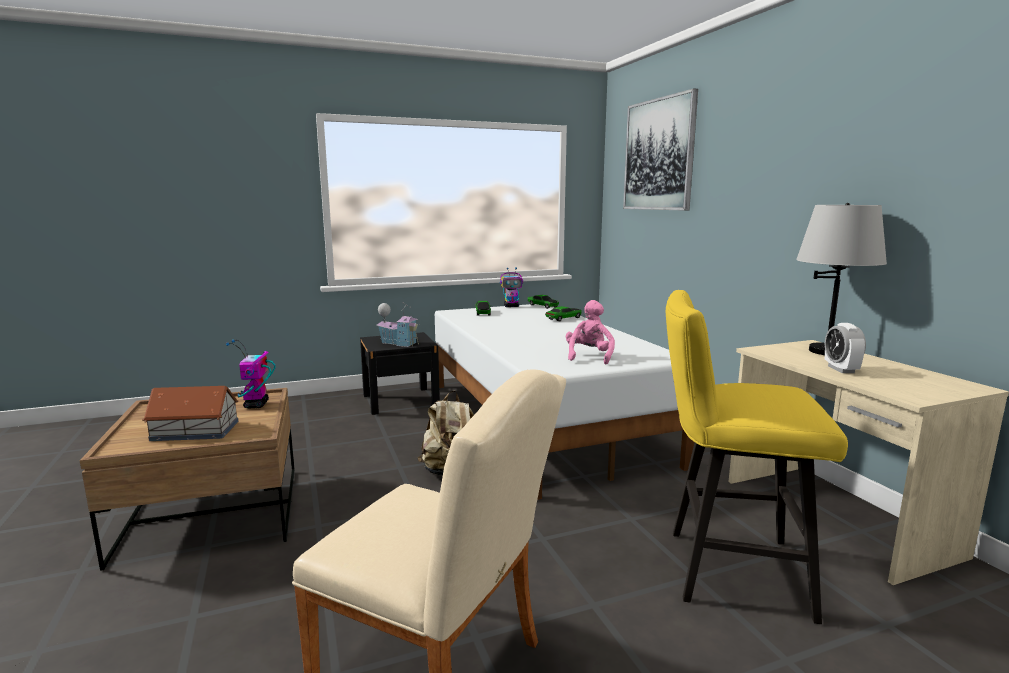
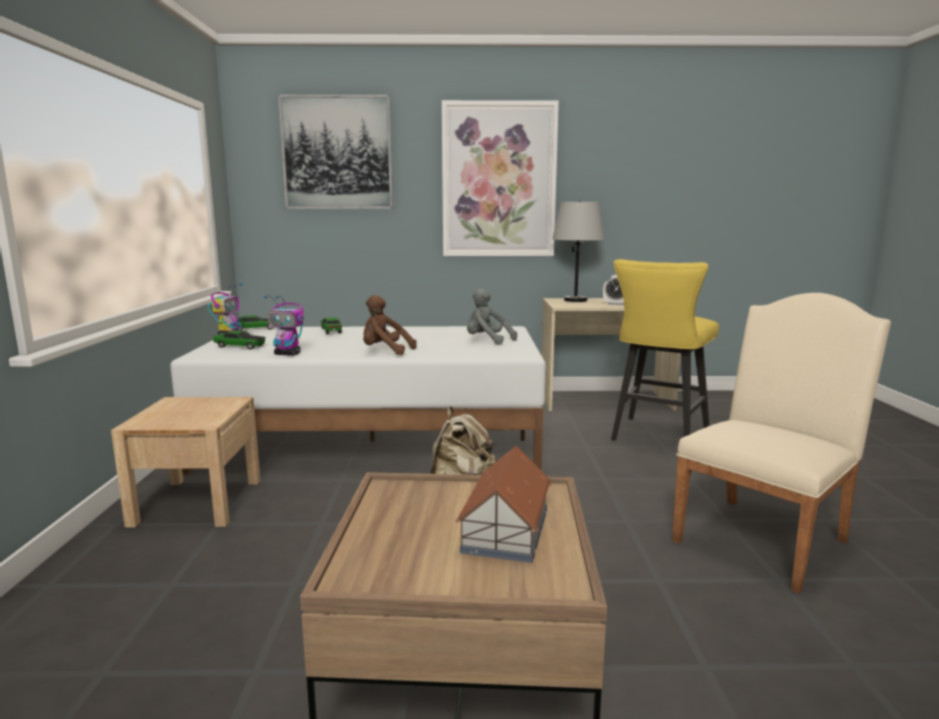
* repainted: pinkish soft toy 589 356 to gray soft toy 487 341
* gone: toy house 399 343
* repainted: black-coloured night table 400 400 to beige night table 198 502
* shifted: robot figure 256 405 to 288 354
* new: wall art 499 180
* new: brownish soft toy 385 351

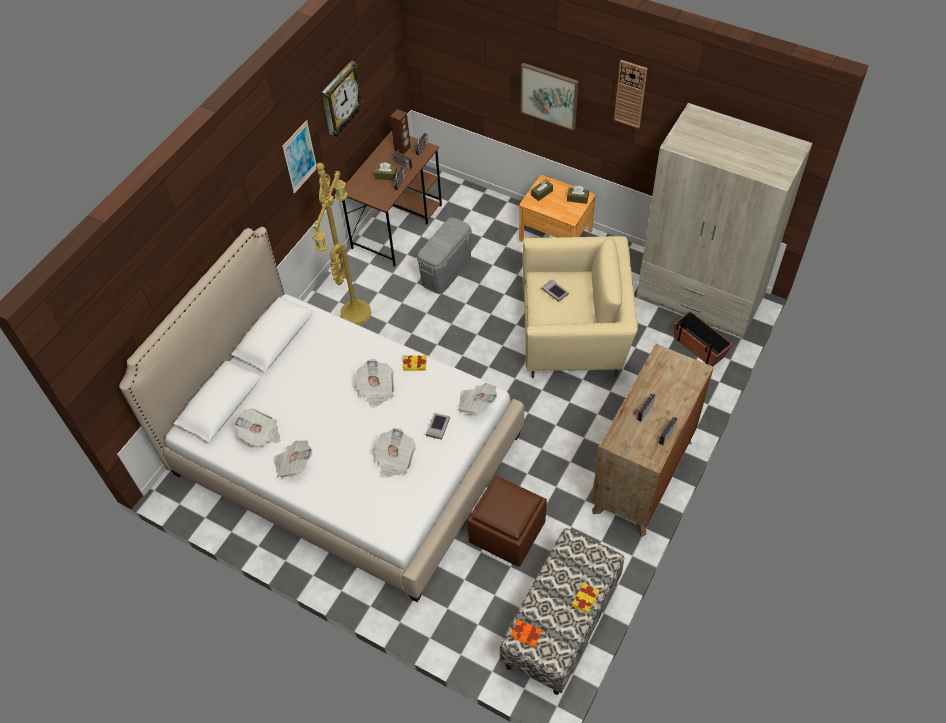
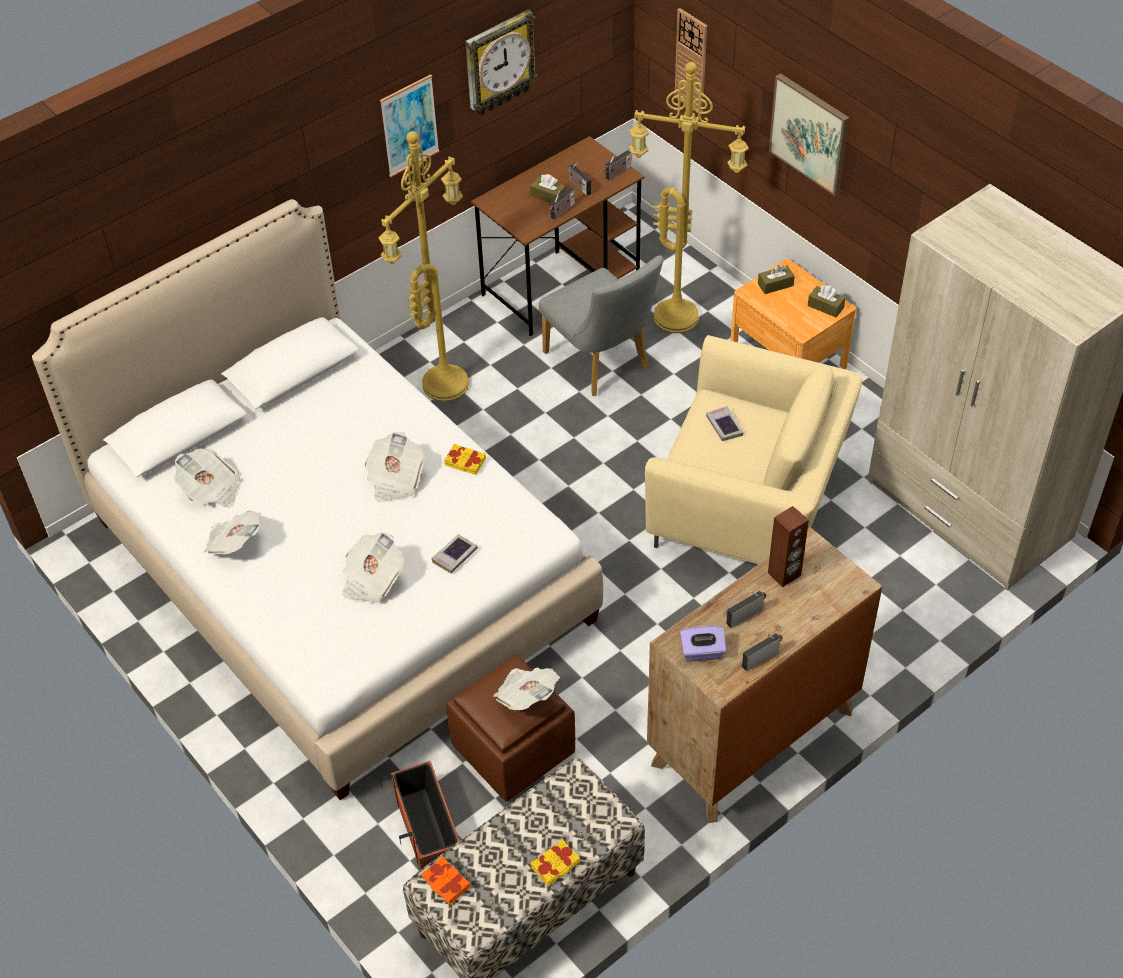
* shifted: clock on the wall 630 94 to 691 61
* shifted: brownish loudspeaker 402 148 to 784 574
* swapped: gray storage container 446 271 to gray chair 601 364
* shifted: flower pot 699 346 to 426 828
* shifted: daily paper 476 404 to 526 696
* new: yellow-coloured standard lamp 678 315
* new: purplish tissue holder 702 652

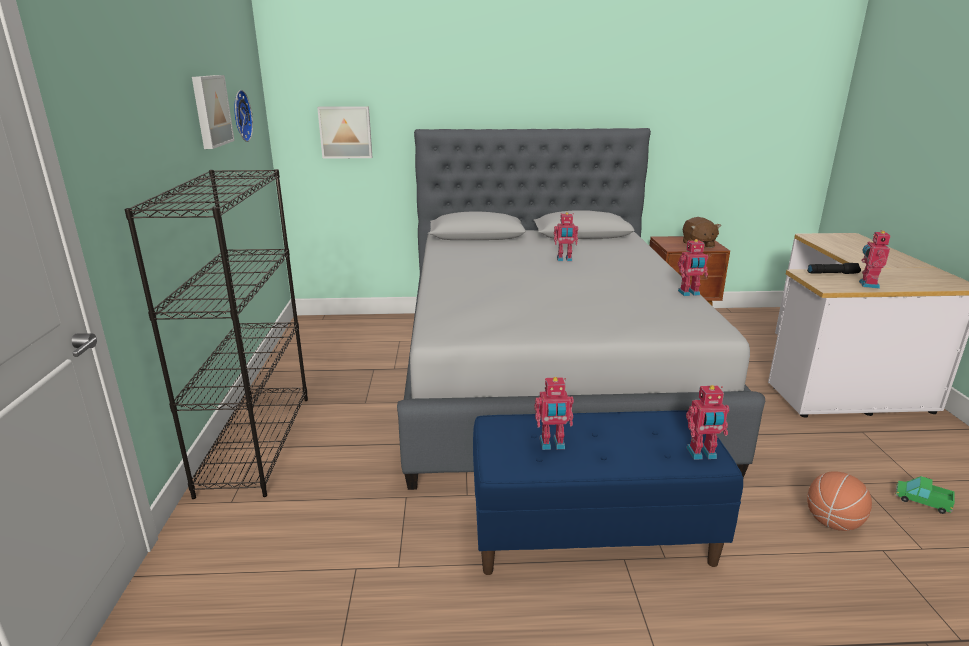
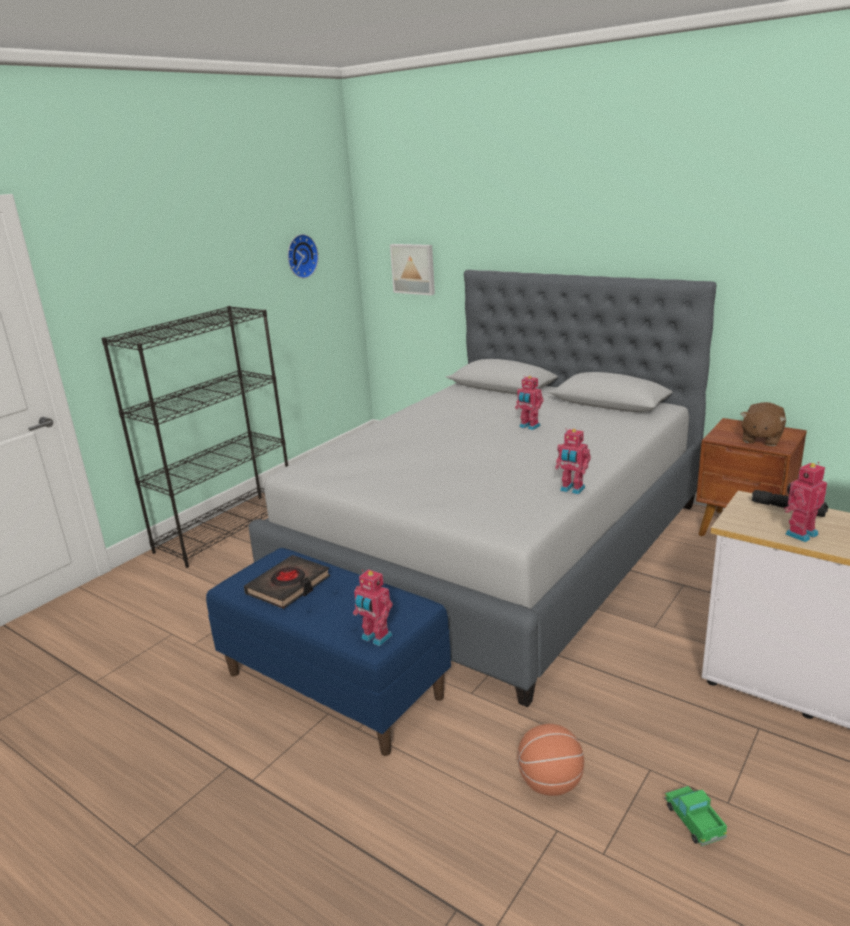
* gone: wall art 210 111
* swapped: robot figure 552 444 to black-coloured bound book 288 586

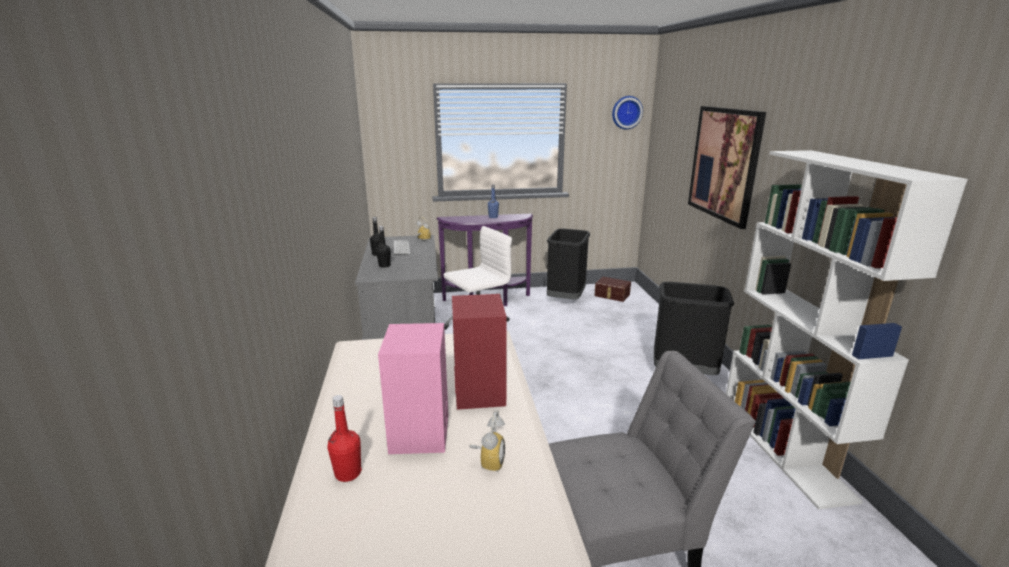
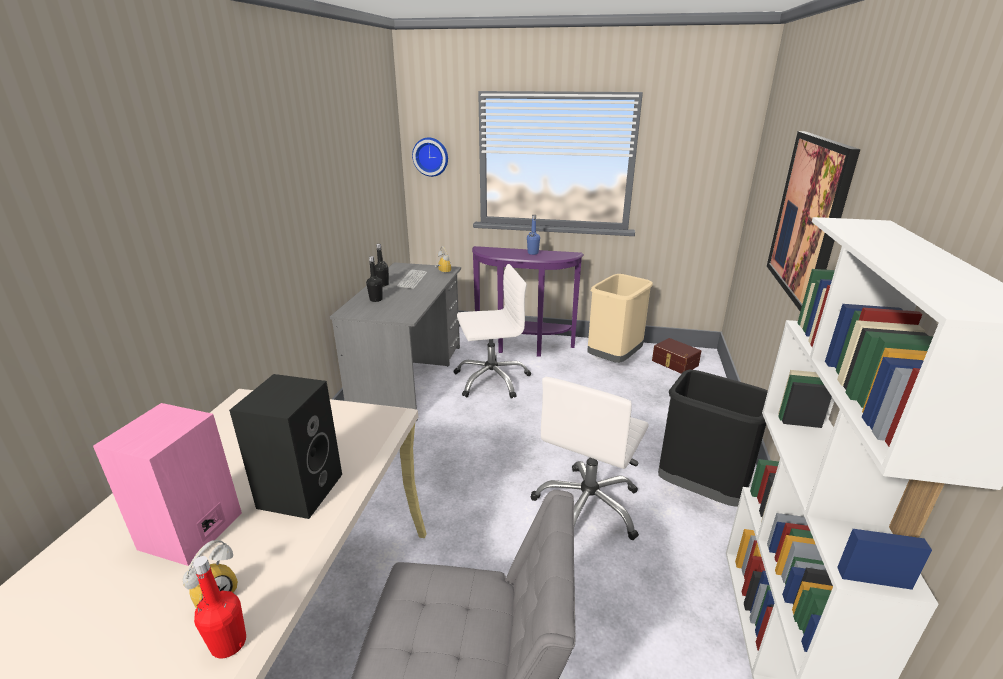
* shifted: clock on the wall 626 112 to 431 156
* repainted: black-coloured waste bin 566 299 to beige waste bin 614 359
* repainted: reddish loudspeaker 478 391 to black-coloured loudspeaker 300 489
* shifted: reddish beverage bottle 348 473 to 229 643
* new: white-coloured desk chair 588 507

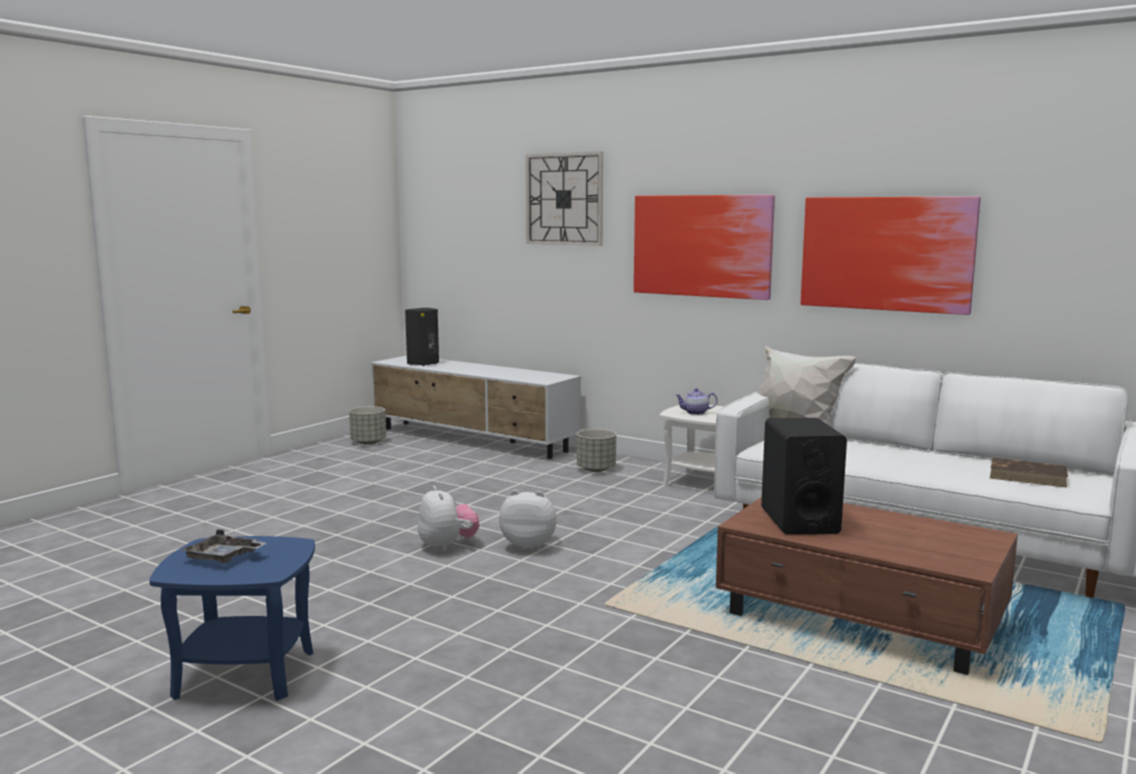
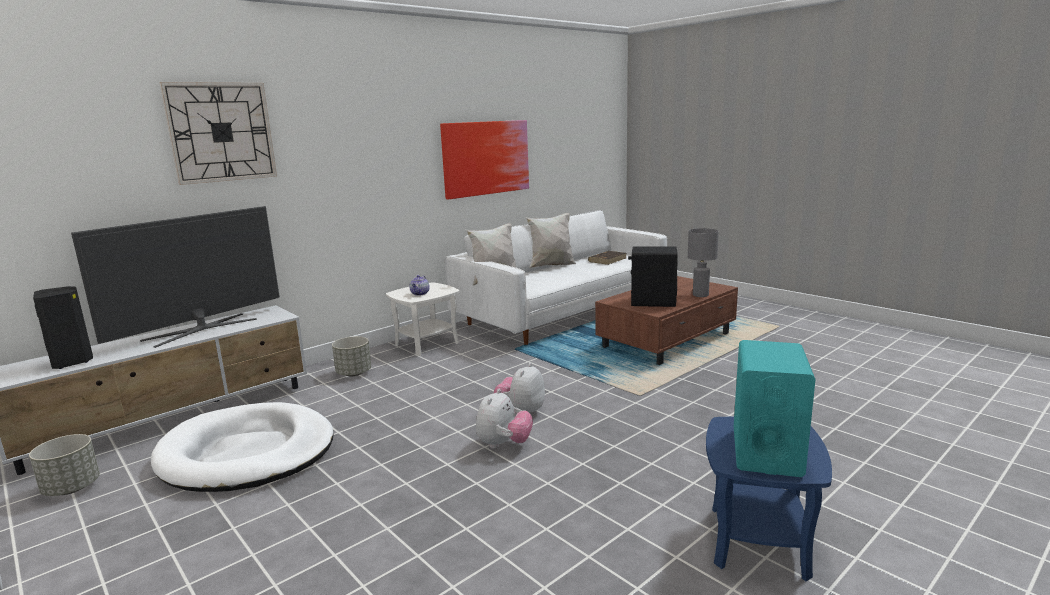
* gone: wall art 702 246
* rotated: soft toy 447 546 = 504 444 120 degrees clockwise
* swapped: gray serving tray 224 557 to turquoise loudspeaker 766 451
* new: television 201 329
* new: white-coloured throw pillow 551 266
* new: gray tabletop lamp 701 295
* new: white-coloured pet bed 247 453

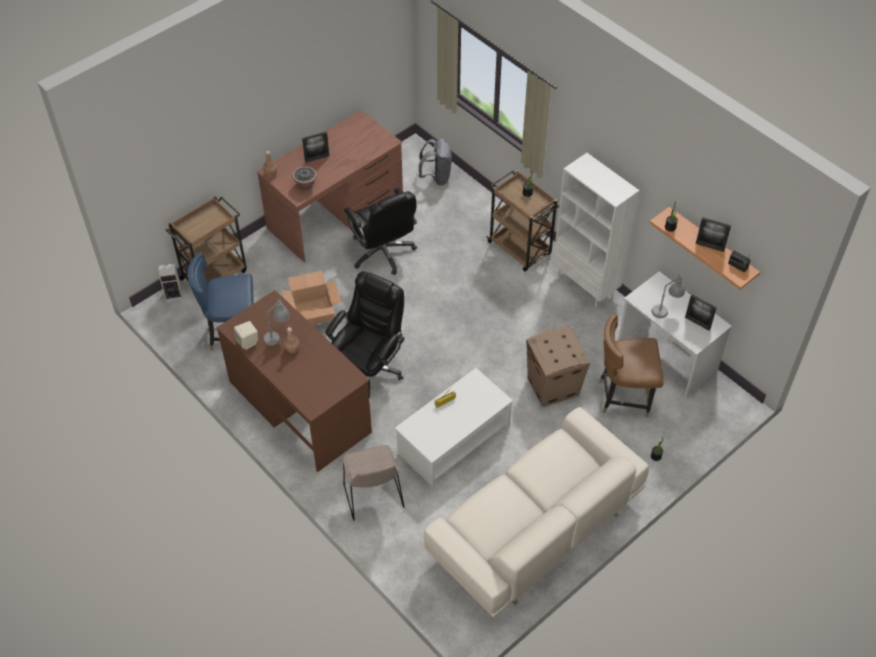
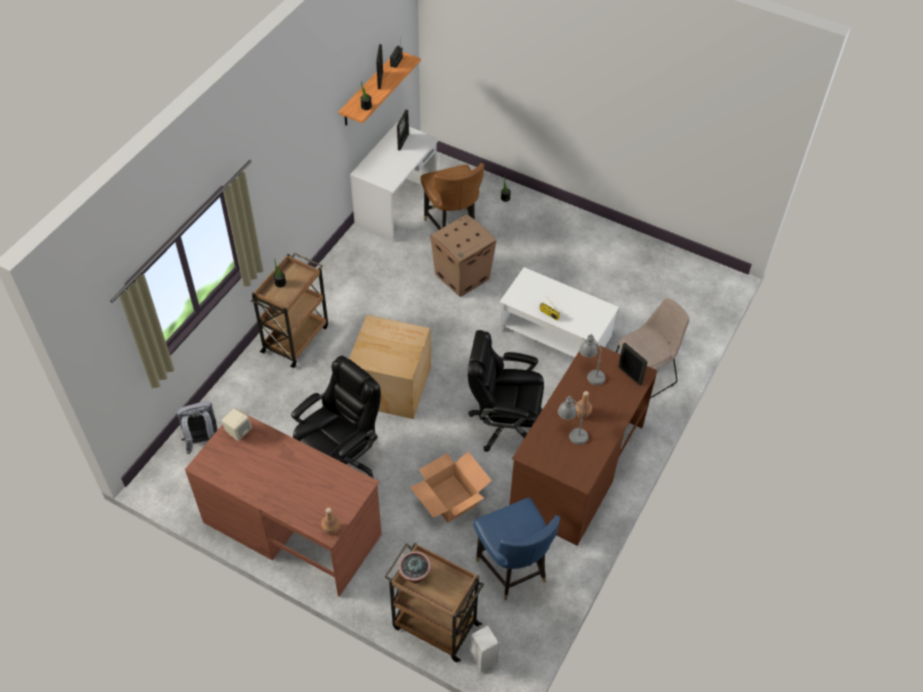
* shifted: photo frame 317 158 to 630 375
* gone: white-coloured bookcase 586 285
* shifted: potted plant 305 185 to 415 575
* shifted: gray tabletop lamp 666 309 to 590 372
* shifted: beige loudspeaker 248 342 to 238 431
* gone: beige settee 534 528
* new: carton 390 385

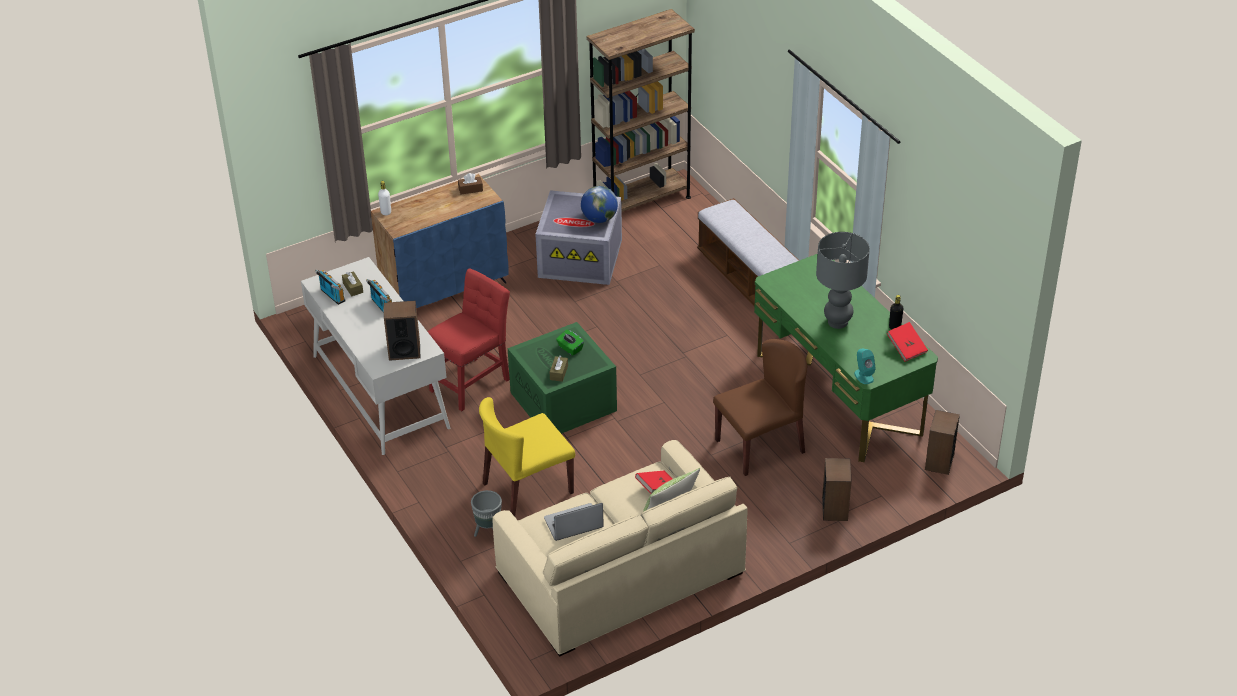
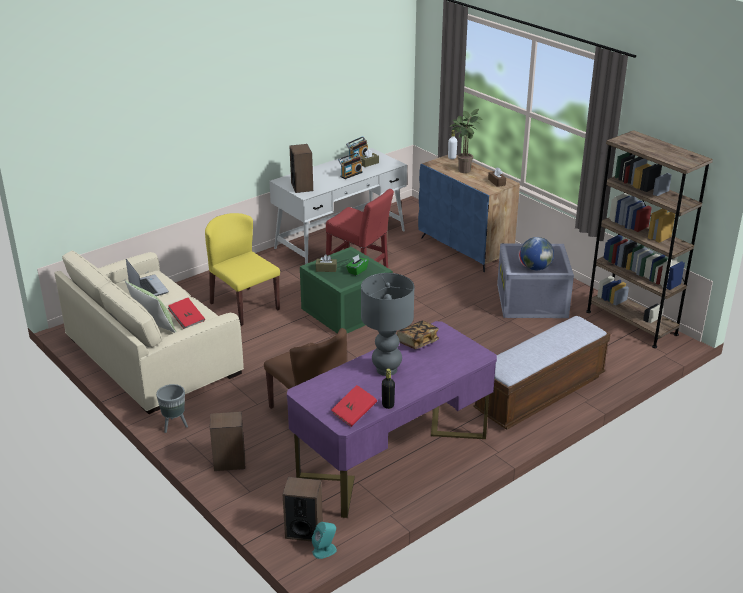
* repainted: green desk unit 838 394 to purplish desk unit 393 456
* shifted: turquoise loudspeaker 863 376 to 324 551
* shifted: gray flower pot 488 533 to 174 426
* new: potted plant 463 169
* new: bound book 417 342

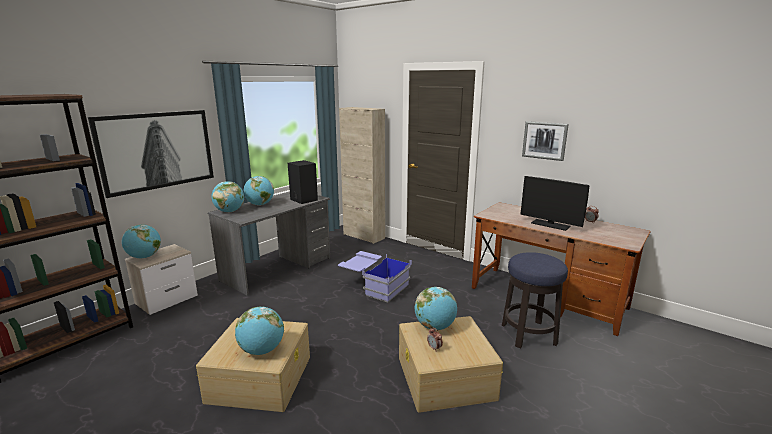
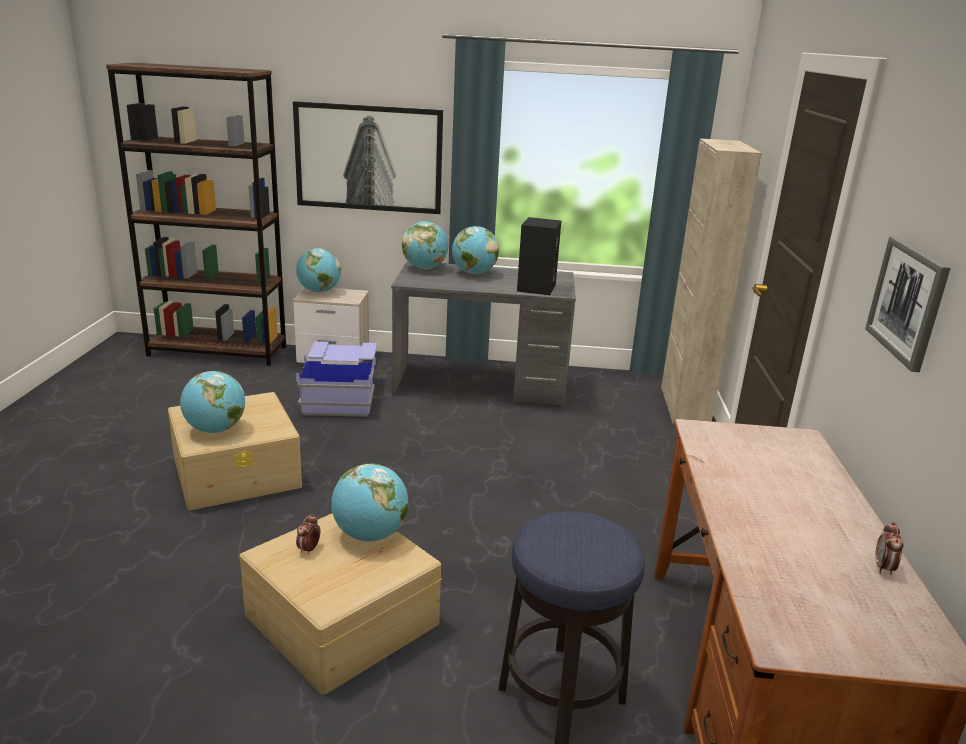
* gone: computer screen 550 224
* shifted: bluish storage container 374 286 to 341 396

